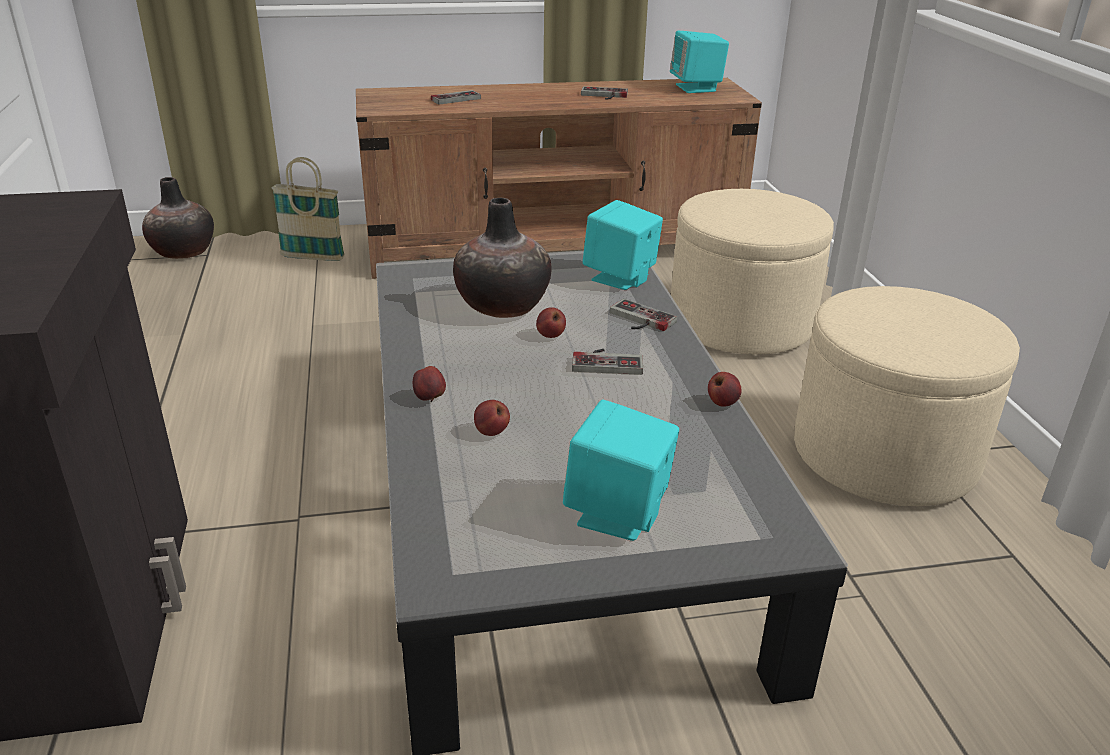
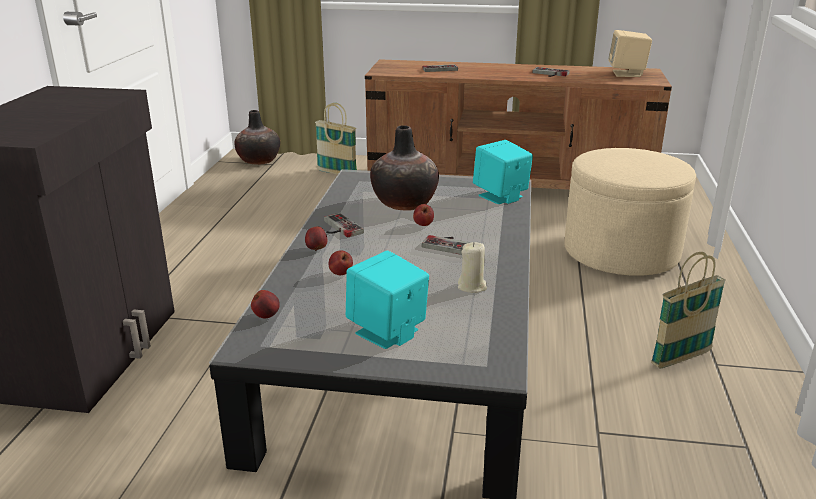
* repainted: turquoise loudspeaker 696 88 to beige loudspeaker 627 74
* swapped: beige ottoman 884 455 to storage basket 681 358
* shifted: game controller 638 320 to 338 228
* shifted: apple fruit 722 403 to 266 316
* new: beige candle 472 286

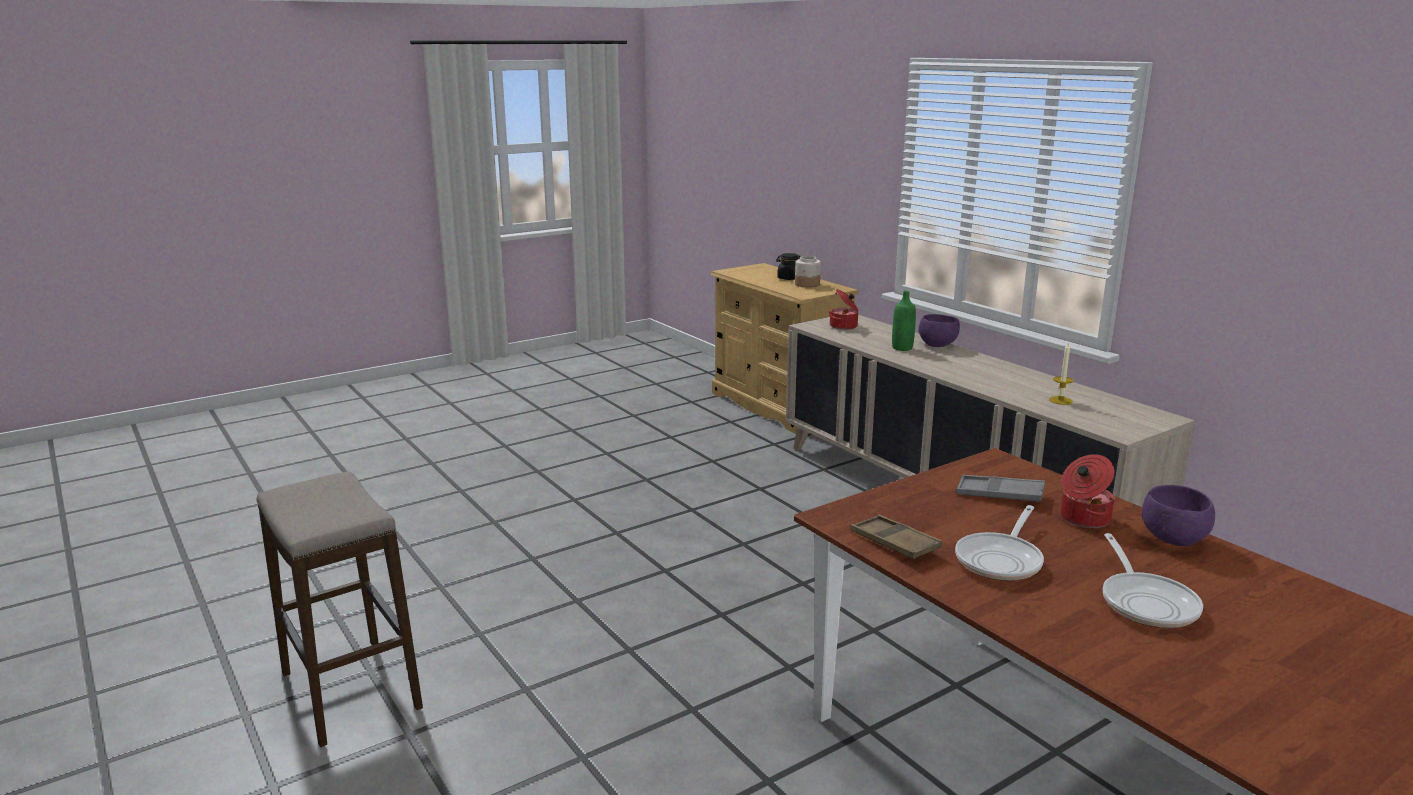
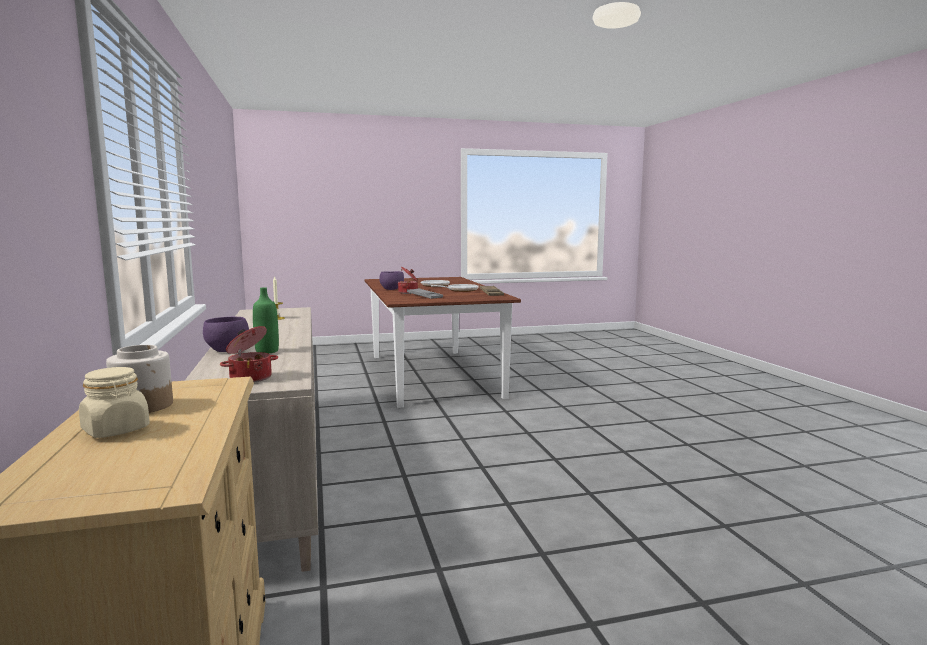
* repainted: black-coloured preserve jar 788 278 to beige preserve jar 116 430
* gone: stool seat 351 690

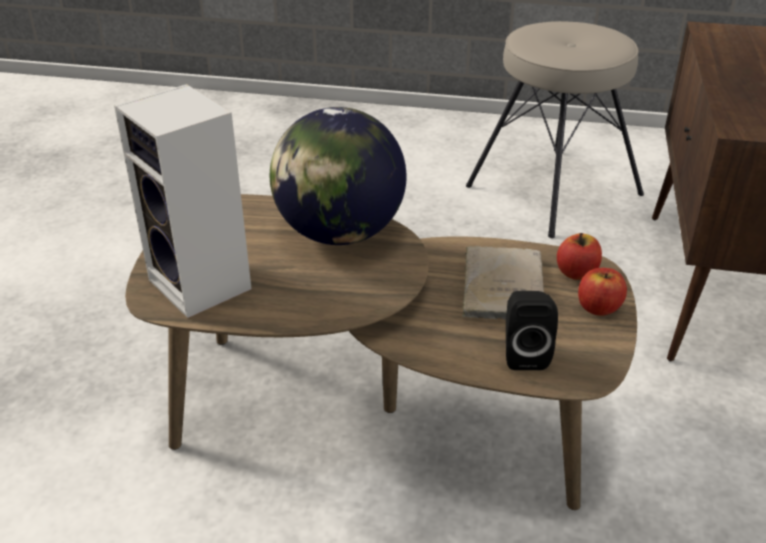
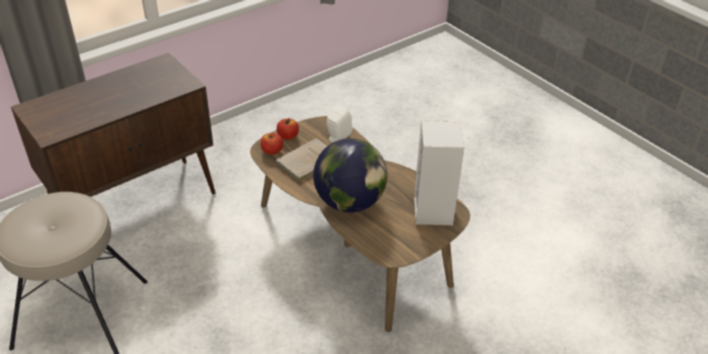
* repainted: black-coloured loudspeaker 524 354 to white-coloured loudspeaker 337 138

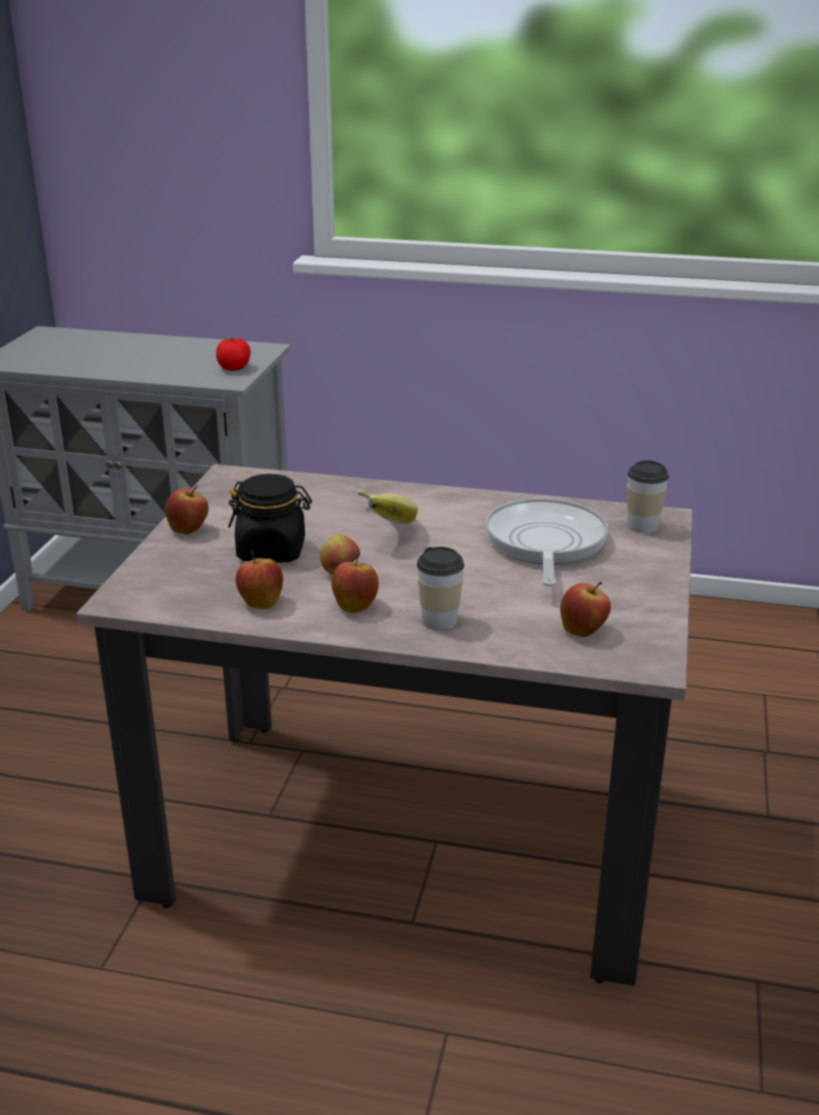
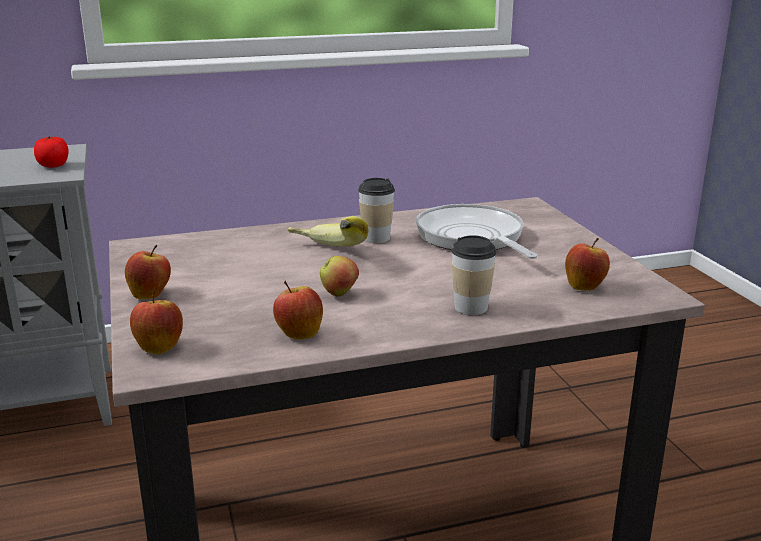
* shifted: small cup 642 526 to 376 238
* gone: black-coloured preserve jar 272 551
* shifted: apple fruit 355 606 to 159 347

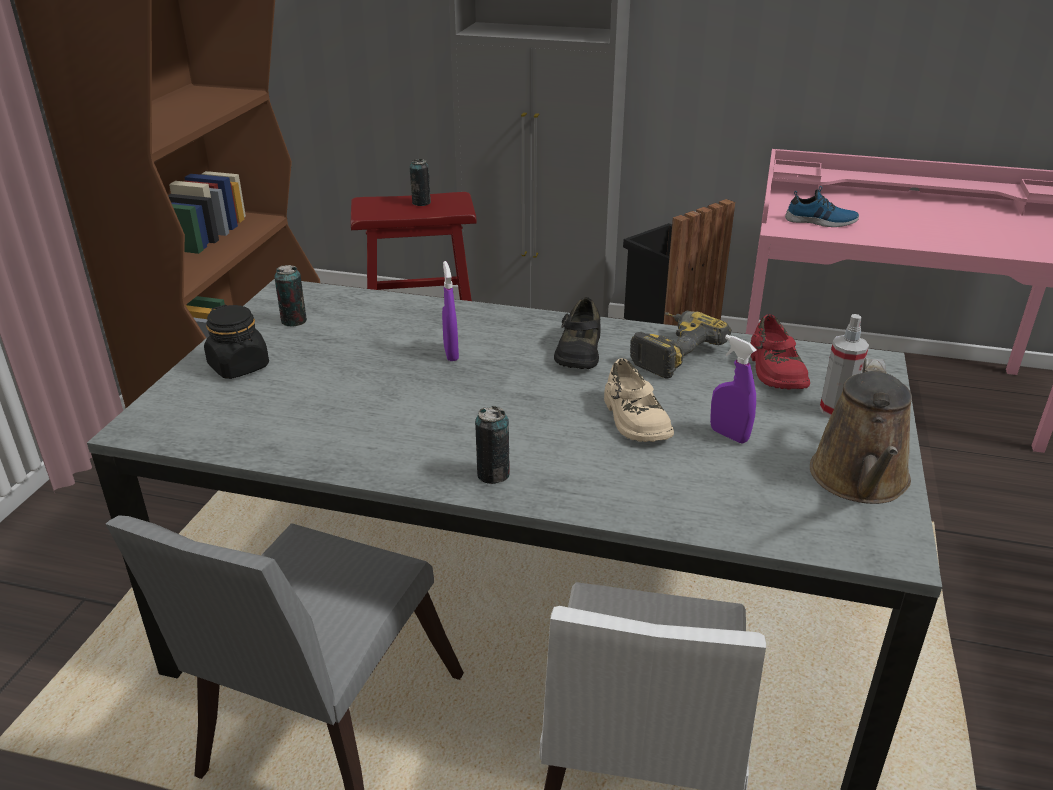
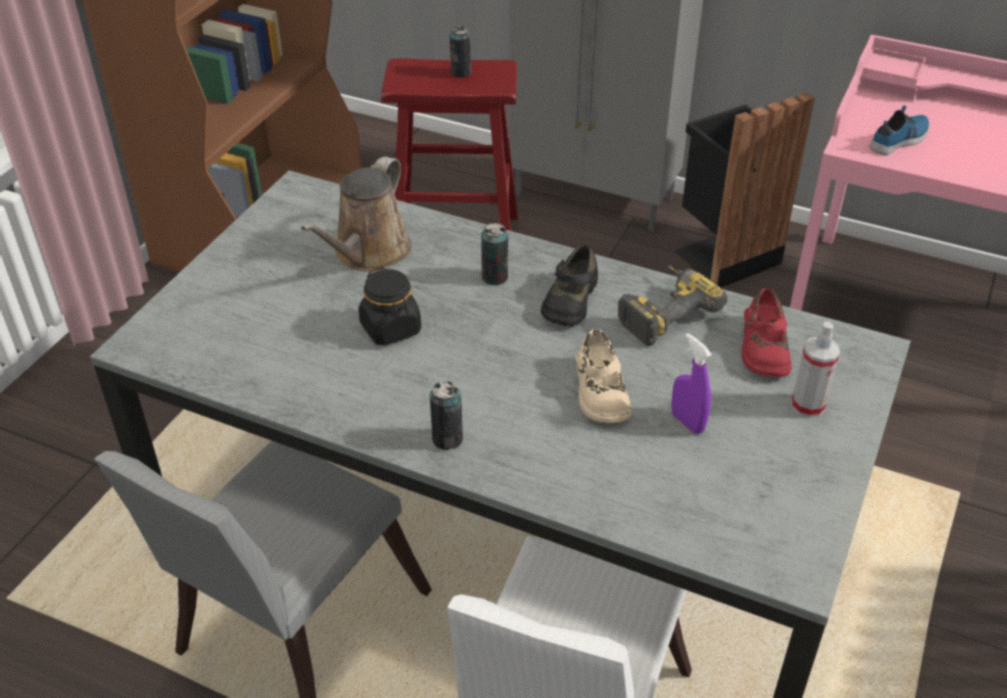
* rotated: shoe 821 221 = 900 140 60 degrees counterclockwise
* gone: purplish hand sprayer 451 353
* shifted: sealed can 294 321 to 494 277
* shifted: black-coloured preserve jar 239 366 to 391 329
* shifted: brownish sprinkling can 860 481 to 368 253

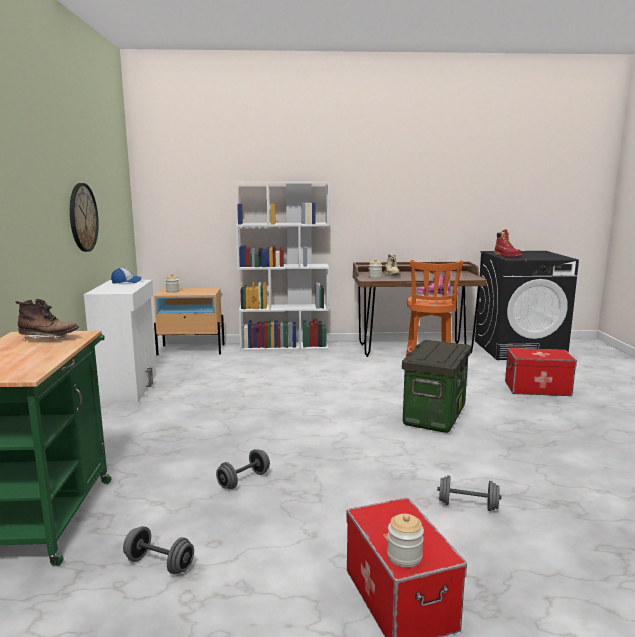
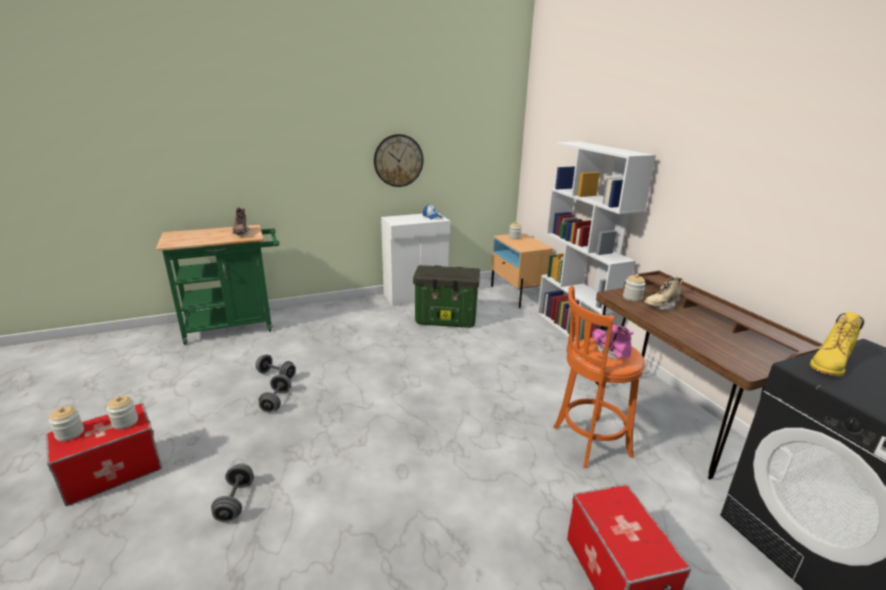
* repainted: reddish boot 507 256 to yellow-coloured boot 829 365
* shifted: storage container 434 415 to 447 319
* shifted: gray dumbbell 159 564 to 276 401
* new: preserve jar 125 422

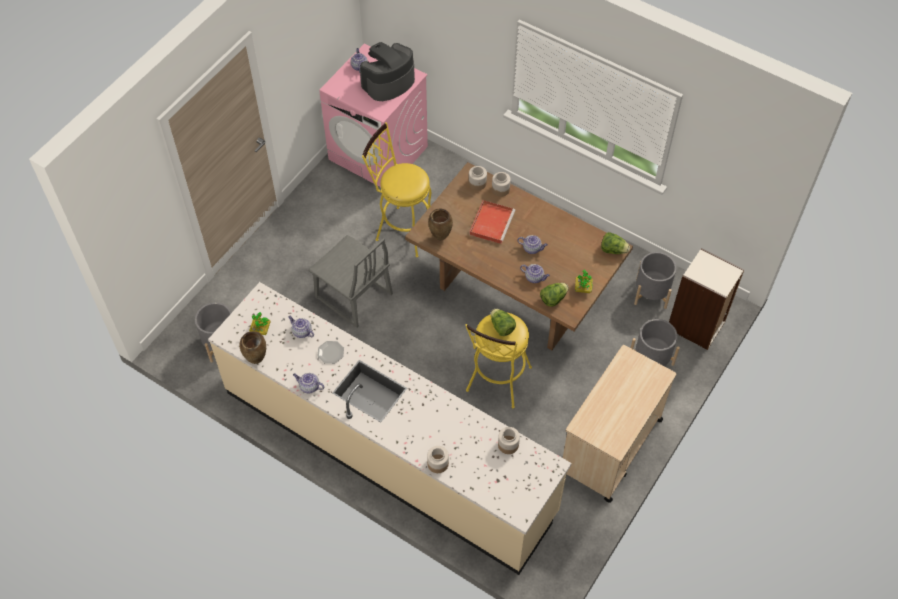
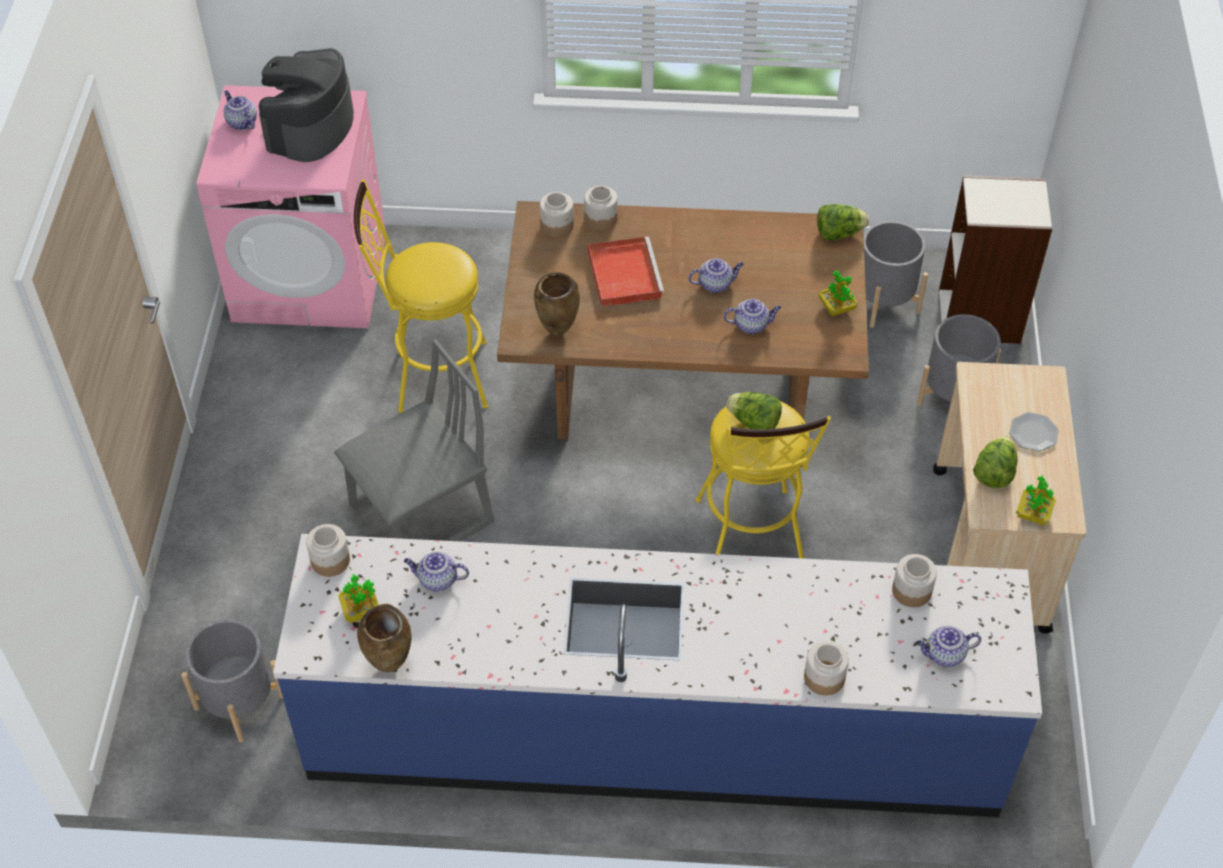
* rotated: gray chair 353 296 = 422 516 45 degrees counterclockwise
* repainted: beige kitchen base unit 388 450 to bluish kitchen base unit 654 731
* shifted: lettuce 553 298 to 994 473
* shifted: dinner plate 330 352 to 1033 433
* shifted: teapot 309 387 to 944 655
* new: potted plant 1033 514
* new: preserve jar 330 560

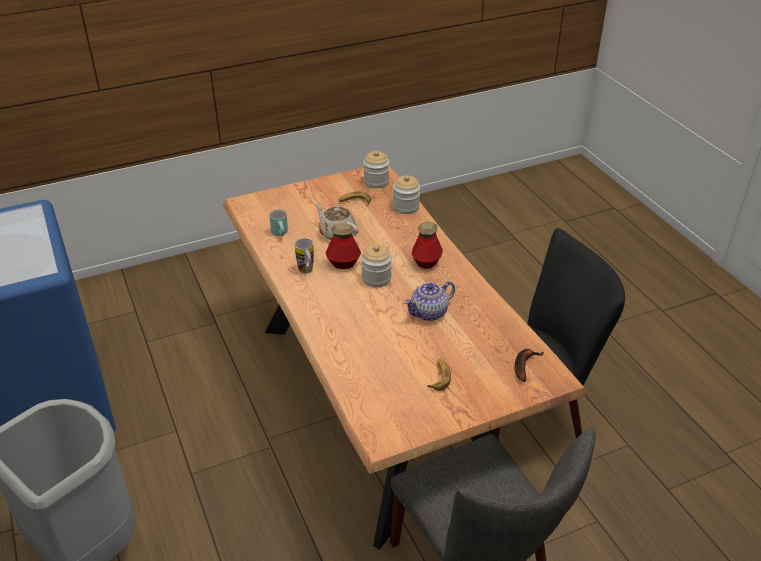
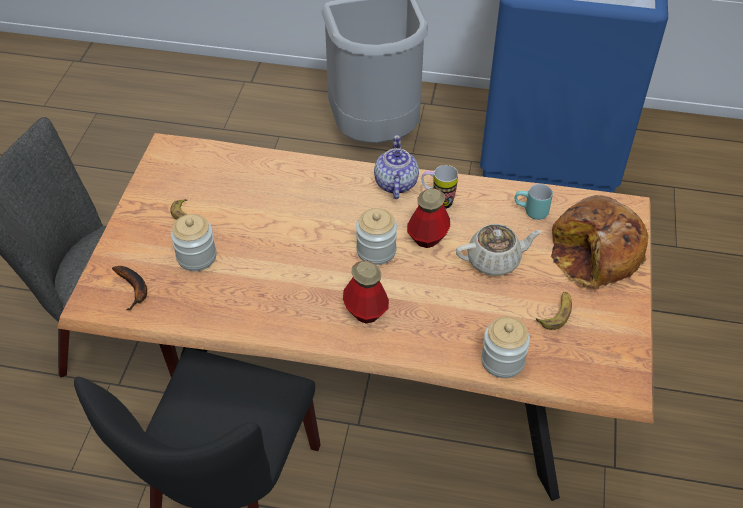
* shifted: preserve jar 376 182 to 196 257
* shifted: teapot 429 313 to 395 184
* new: bakery bread 596 254

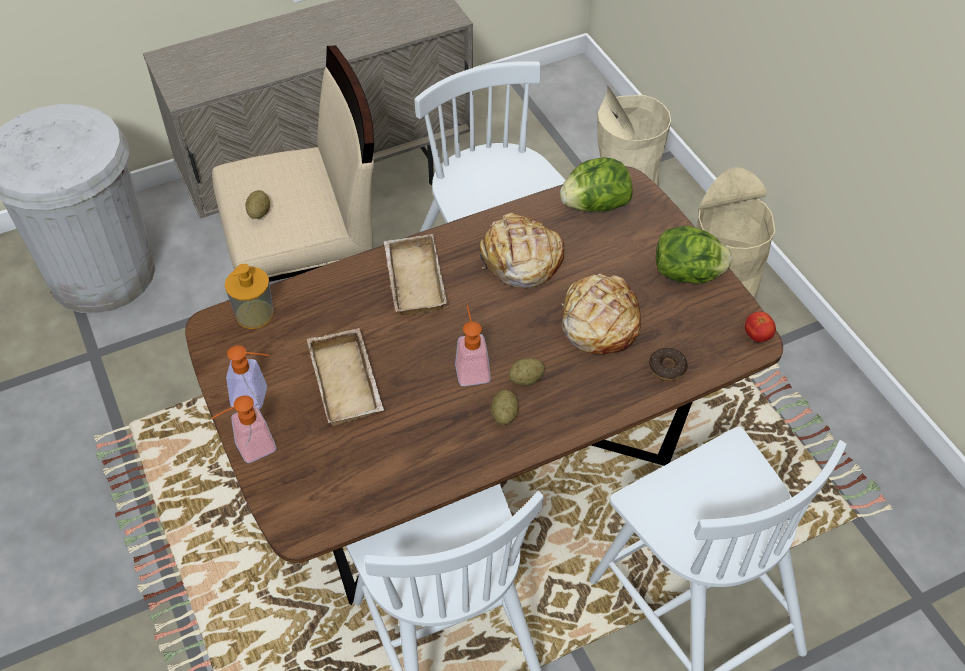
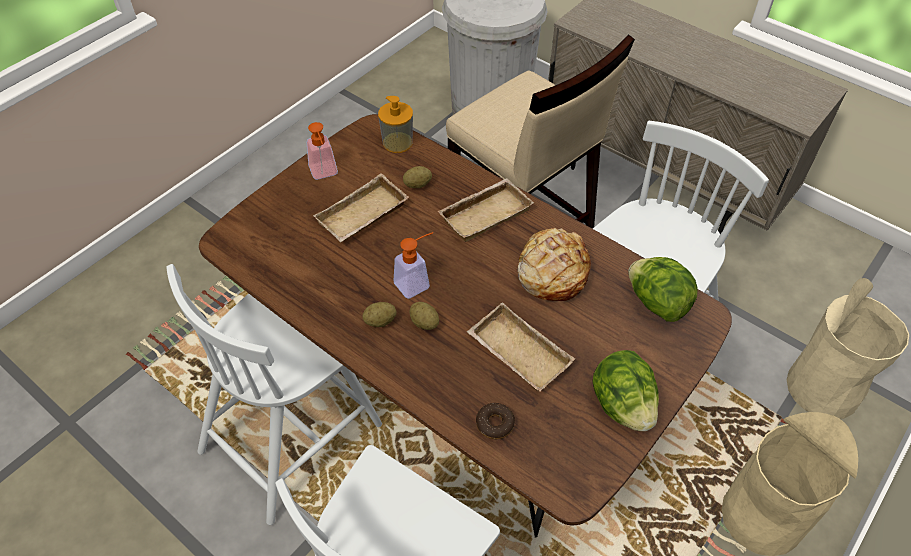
* shifted: potato 259 213 to 417 185
* swapped: bakery bread 598 323 to beige serving tray 516 353
* gone: fresh tomato 757 336
* gone: soap dispenser 249 450

